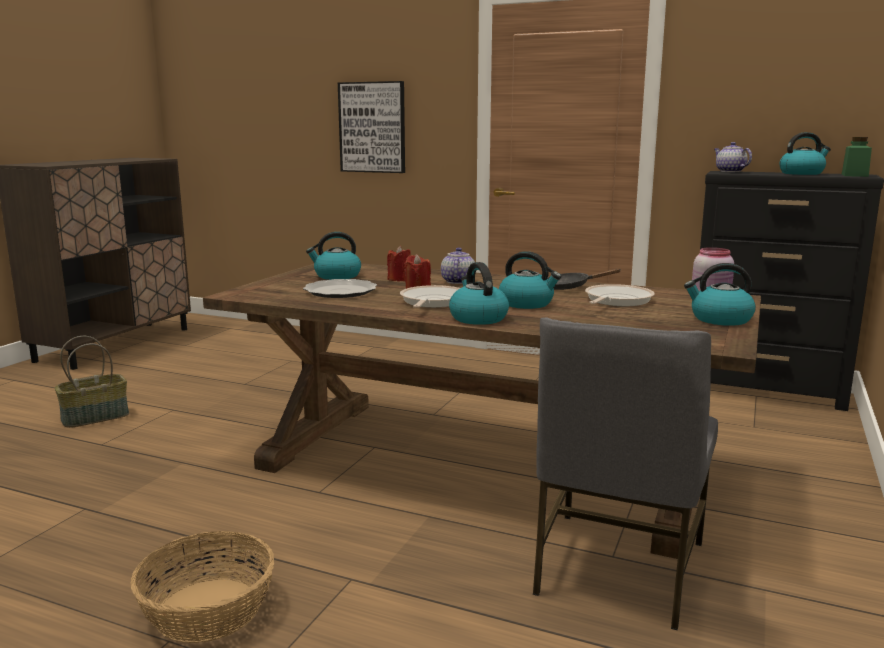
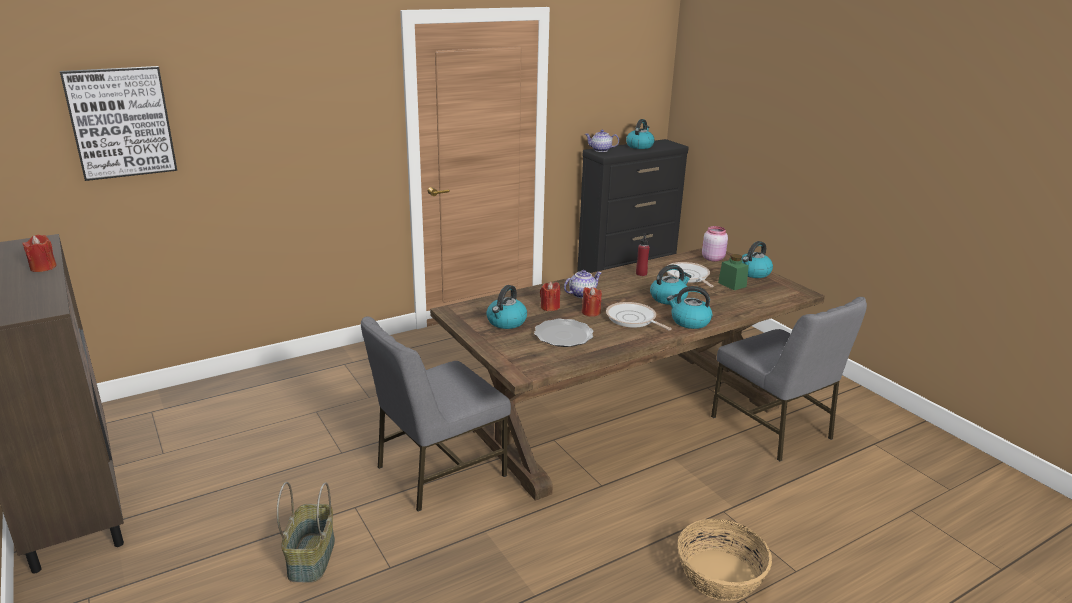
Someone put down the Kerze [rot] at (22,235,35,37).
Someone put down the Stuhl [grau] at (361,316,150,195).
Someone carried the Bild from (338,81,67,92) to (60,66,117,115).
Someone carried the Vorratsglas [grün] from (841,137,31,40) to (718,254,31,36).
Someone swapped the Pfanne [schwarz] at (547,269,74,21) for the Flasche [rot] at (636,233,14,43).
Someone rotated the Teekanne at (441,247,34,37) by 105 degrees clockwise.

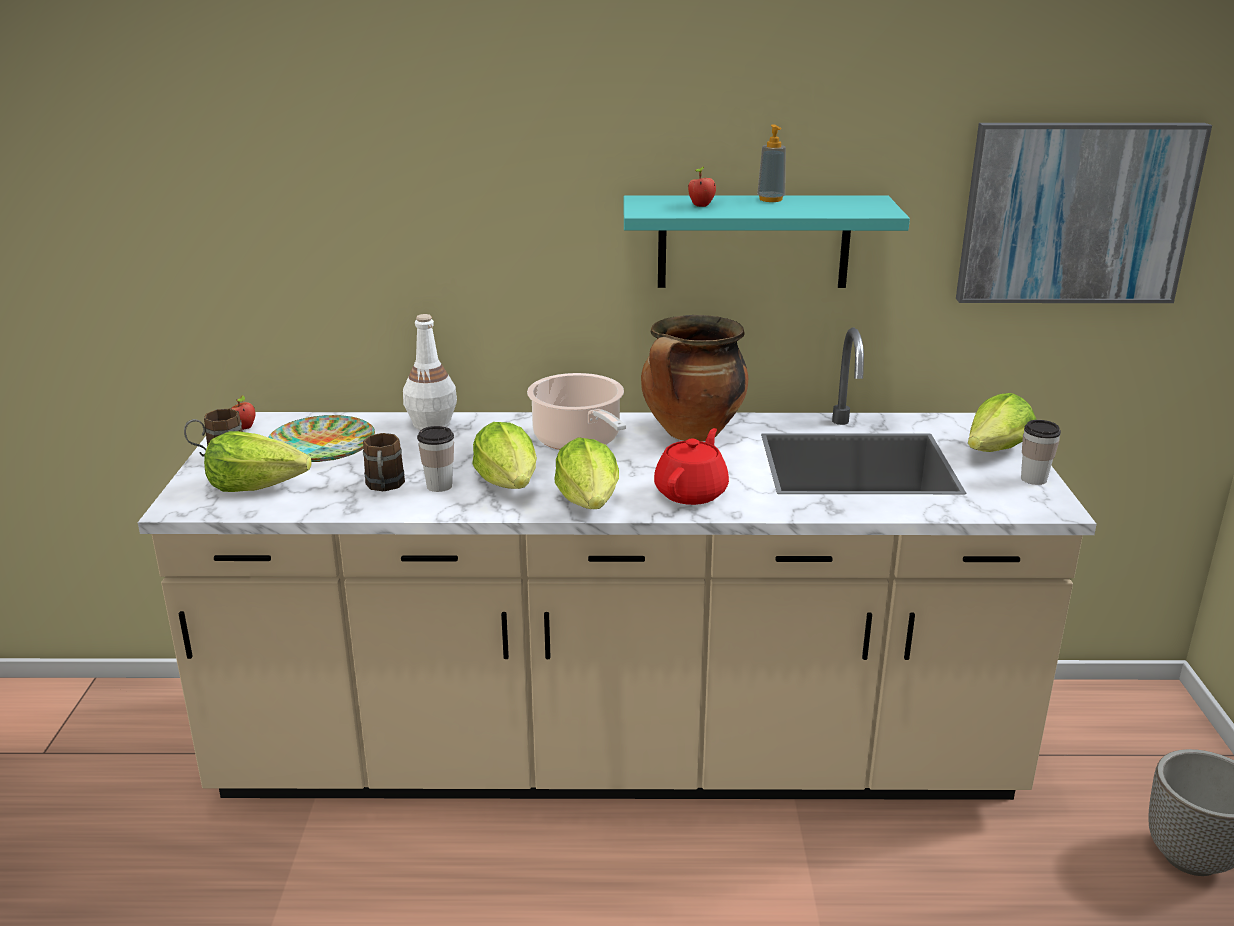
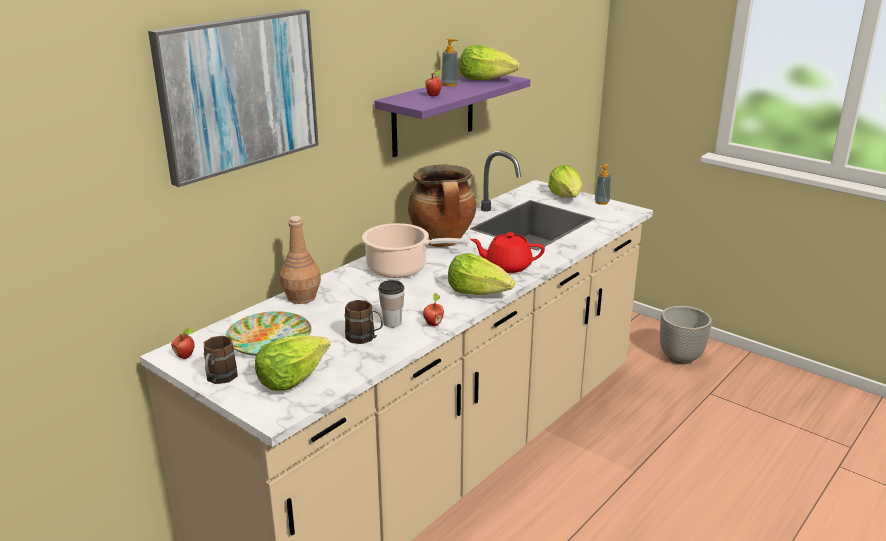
Someone put down the Apfel at (423,293,21,33).
Someone carried the Salatkopf from (472,422,65,67) to (460,45,60,35).
Someone carried the Bild from (956,123,256,180) to (148,9,171,178).
Someone swapped the Tasse at (1021,420,40,65) for the Seifenspender at (595,164,16,41).
Someone repainted the Flasche [weiß] at (403,314,54,116), which became the Flasche [braun] at (279,216,42,88).
Someone repainted the Wandregal [türkis] at (624,195,286,93), which became the Wandregal [lila] at (374,75,156,82).
Someone rotated the Teekanne [rot] at (654,428,75,77) by 60 degrees counterclockwise.

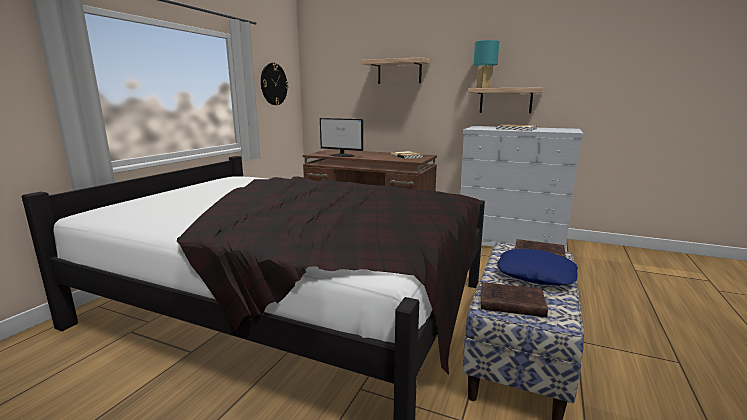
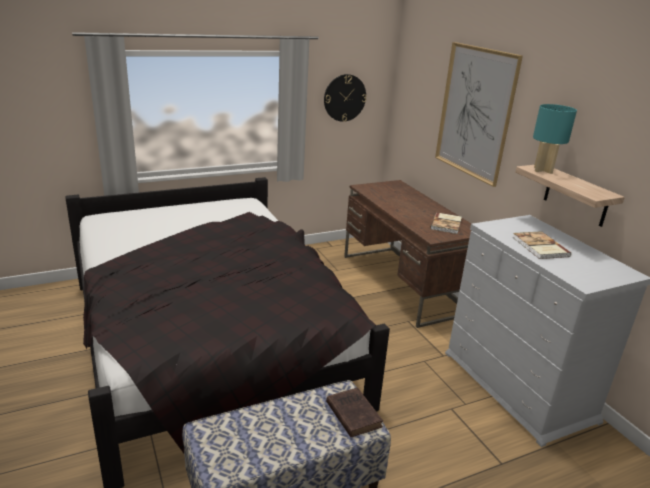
Someone took away the Monitor at (320,118,43,39).
Someone took away the Buch [braun] at (481,282,67,36).
Someone took away the Kissen [blau] at (497,249,81,37).
Someone swapped the Wandregal at (362,57,68,27) for the Bild at (435,42,88,145).

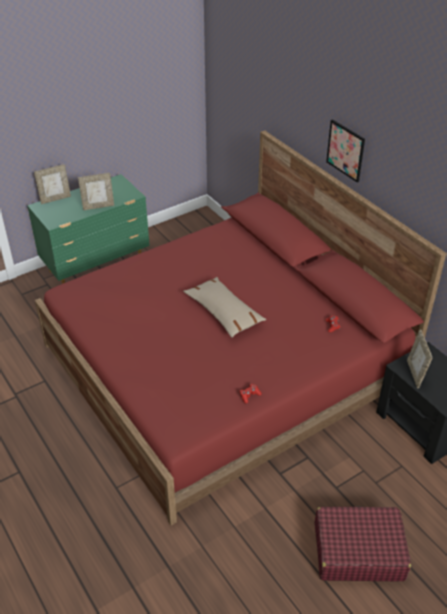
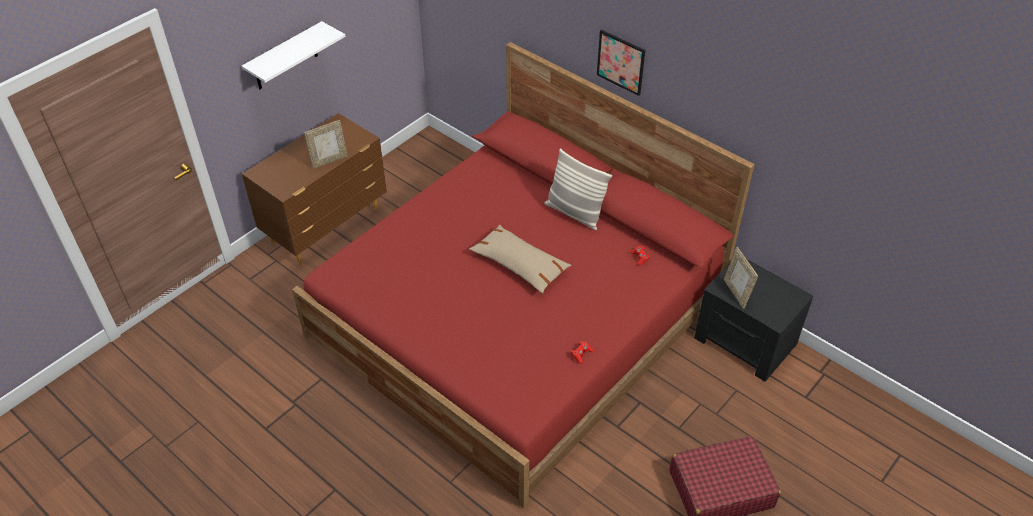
Someone took away the Bilderrahmen at (34,164,37,40).
Someone put up the Wandregal [weiß] at (242,21,103,68).
Someone put down the Kissen at (544,148,68,82).
Someone repainted the Kommode [grün] at (27,174,123,110), which became the Kommode [braun] at (242,113,145,152).

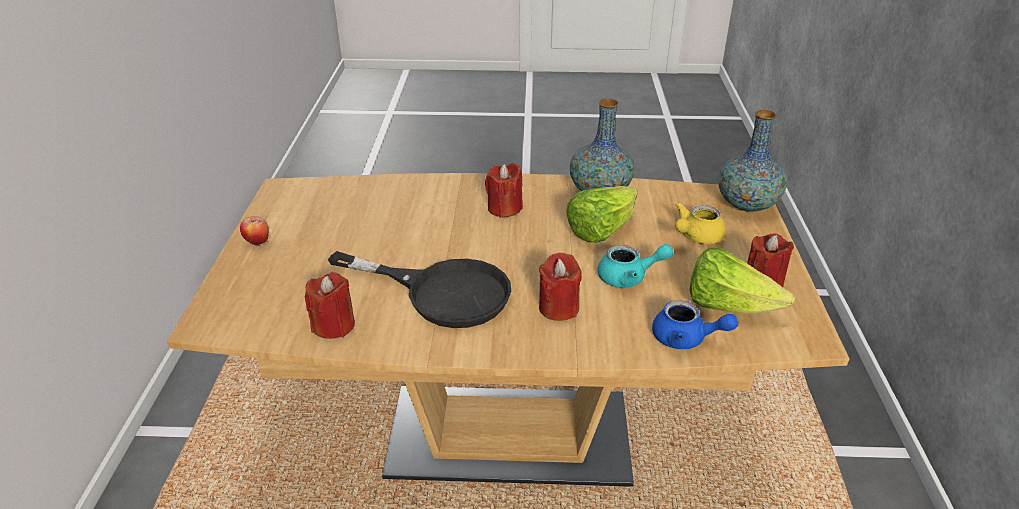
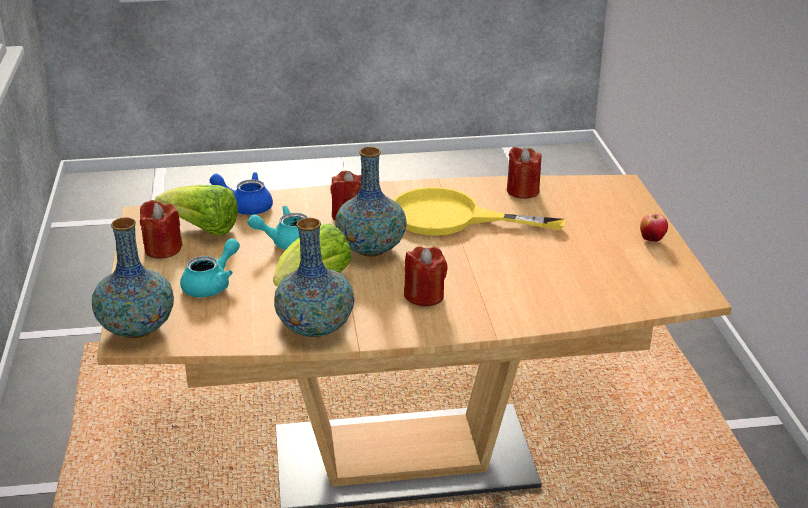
Someone put down the Vase at (335,147,72,110).
Someone repainted the Pfanne [schwarz] at (328,251,184,77), which became the Pfanne [gelb] at (394,187,171,49).
Someone repainted the Teekanne [gelb] at (675,202,51,42), which became the Teekanne [türkis] at (180,238,60,59).

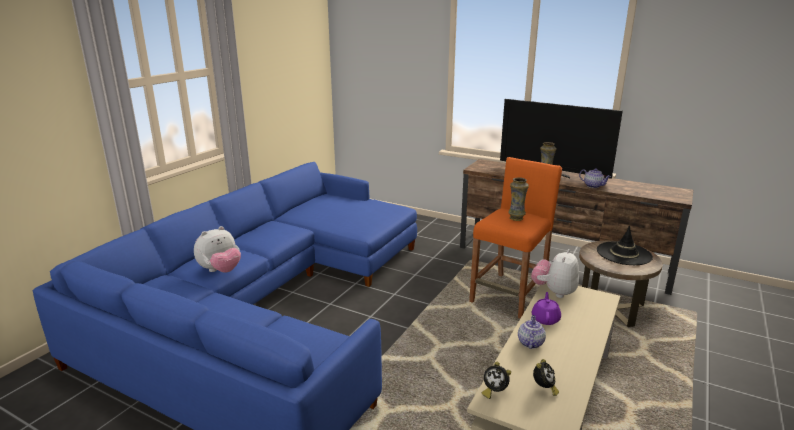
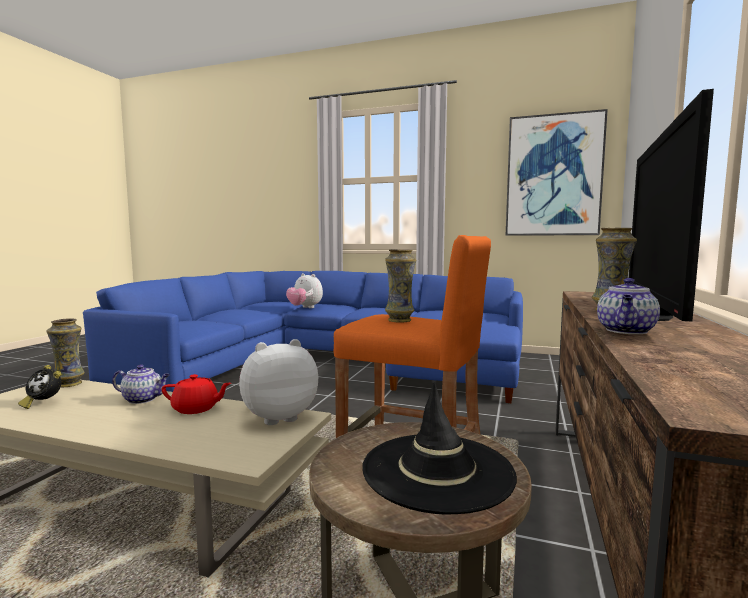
Someone put up the Bild at (506,109,102,127).
Someone swapped the Wecker at (481,362,30,37) for the Vase at (47,318,38,69).
Someone repainted the Teekanne [lila] at (532,292,29,33), which became the Teekanne [rot] at (162,374,69,40).
Someone rotated the Plüschtier at (531,249,48,49) by 45 degrees counterclockwise.

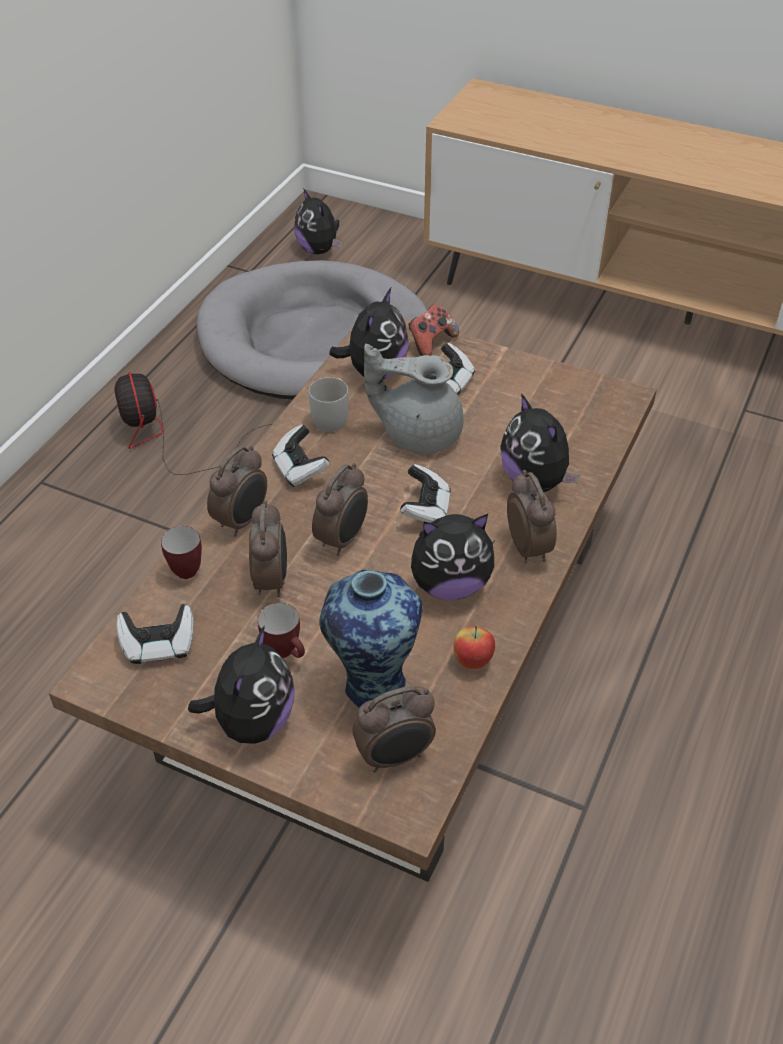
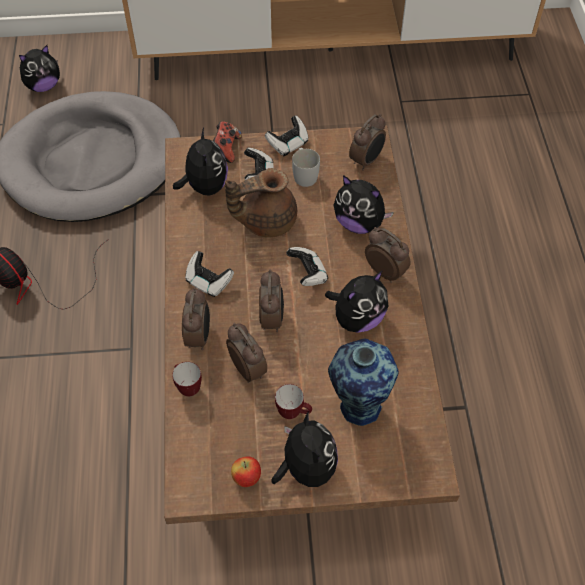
Someone carried the Gamepad from (116,604,78,60) to (265,116,44,40).
Someone carried the Henkelbecher [weiß] from (309,377,40,55) to (292,148,28,39).
Someone carried the Wecker from (352,686,84,86) to (349,114,37,57).
Someone carried the Apfel from (453,626,42,43) to (231,457,30,30).
Someone repainted the Teekanne [grau] at (364,344,100,110), which became the Teekanne [braun] at (225,168,72,69).
Someone rotated the Plüschtier at (294,188,48,66) by 60 degrees counterclockwise.

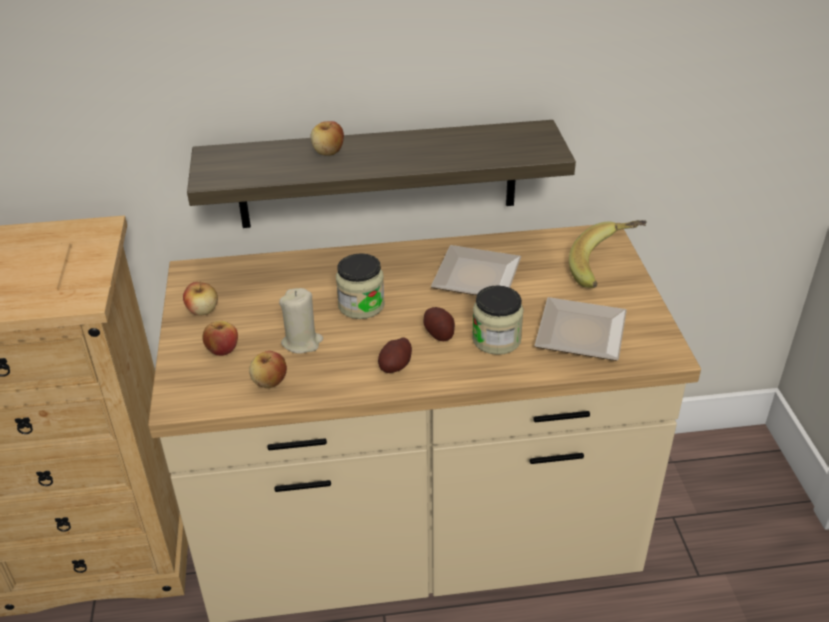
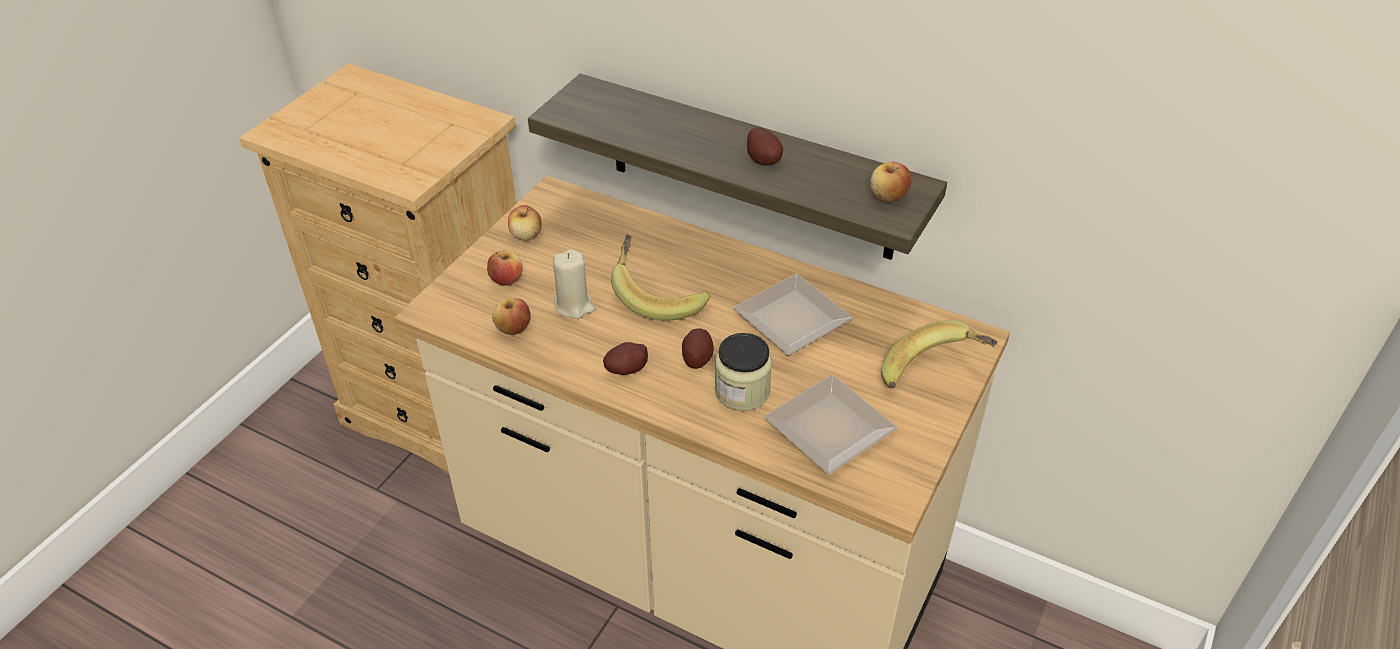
Someone put down the Kartoffel at (747,127,36,38).
Someone carried the Apfel from (310,121,34,35) to (870,162,42,40).
Someone swapped the Vorratsglas at (336,253,49,66) for the Banane at (611,234,99,87).

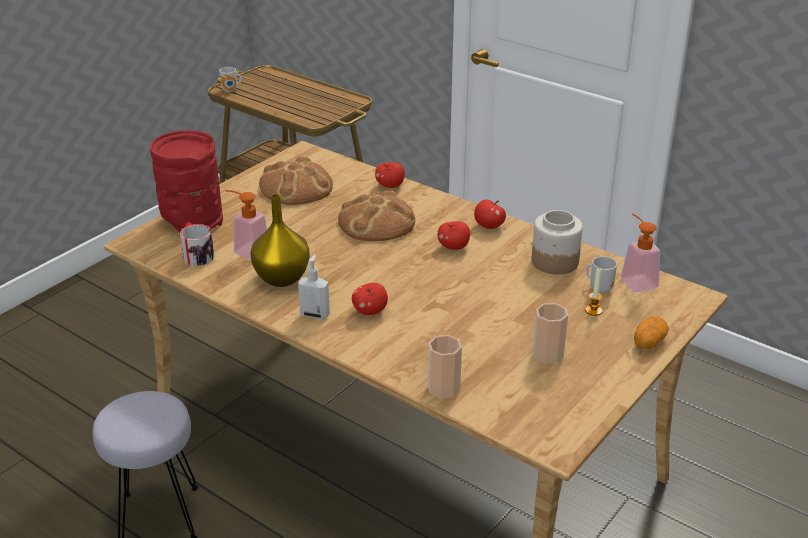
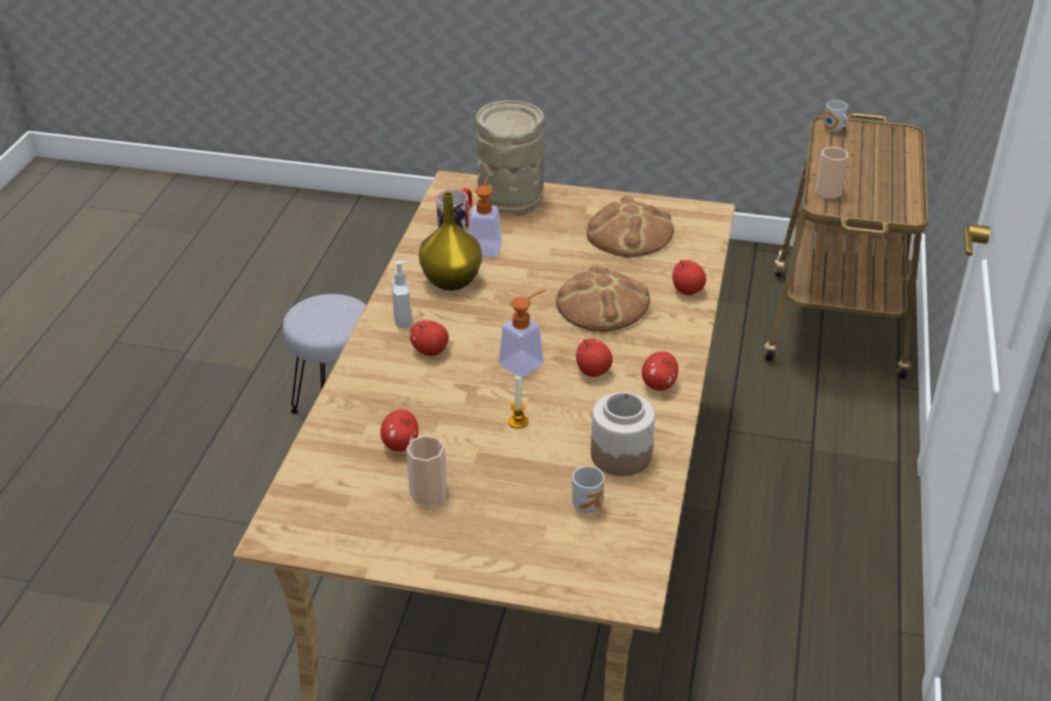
Someone took away the Kartoffel at (634,316,35,33).
Someone put down the Apfel at (380,410,39,42).
Someone carried the Tasse from (428,335,34,63) to (816,147,32,52).
Someone carried the Kerze from (585,269,18,47) to (508,375,20,54).
Someone carried the Seifenspender from (621,213,39,79) to (499,290,46,87).
Someone repainted the Vase [rot] at (150,130,73,102), which became the Vase [beige] at (476,100,68,116).

